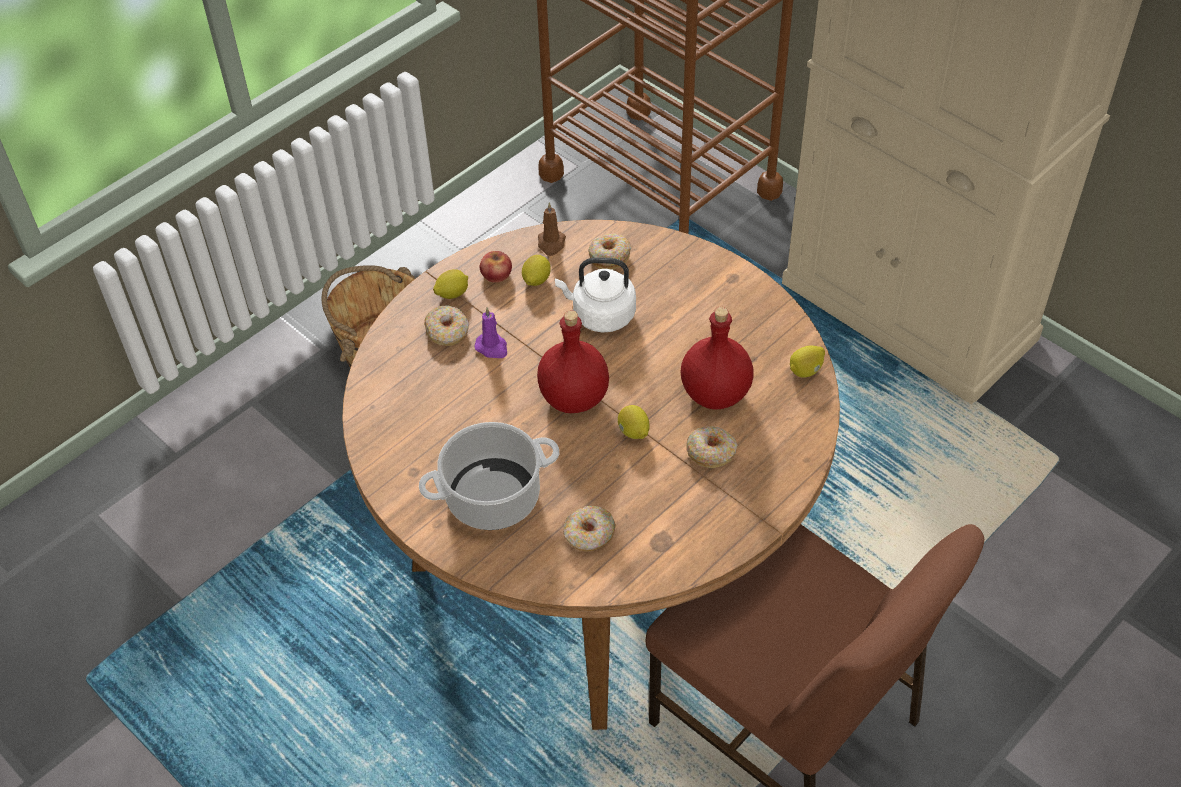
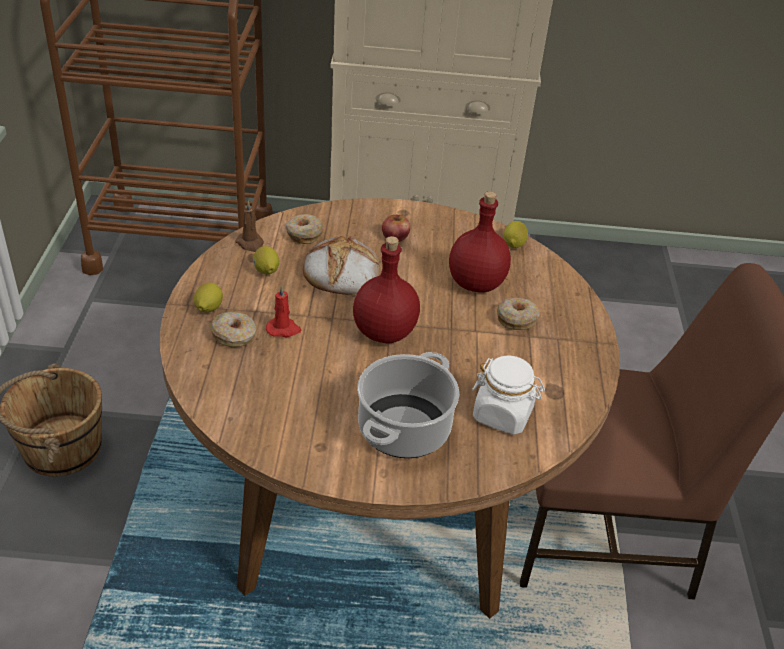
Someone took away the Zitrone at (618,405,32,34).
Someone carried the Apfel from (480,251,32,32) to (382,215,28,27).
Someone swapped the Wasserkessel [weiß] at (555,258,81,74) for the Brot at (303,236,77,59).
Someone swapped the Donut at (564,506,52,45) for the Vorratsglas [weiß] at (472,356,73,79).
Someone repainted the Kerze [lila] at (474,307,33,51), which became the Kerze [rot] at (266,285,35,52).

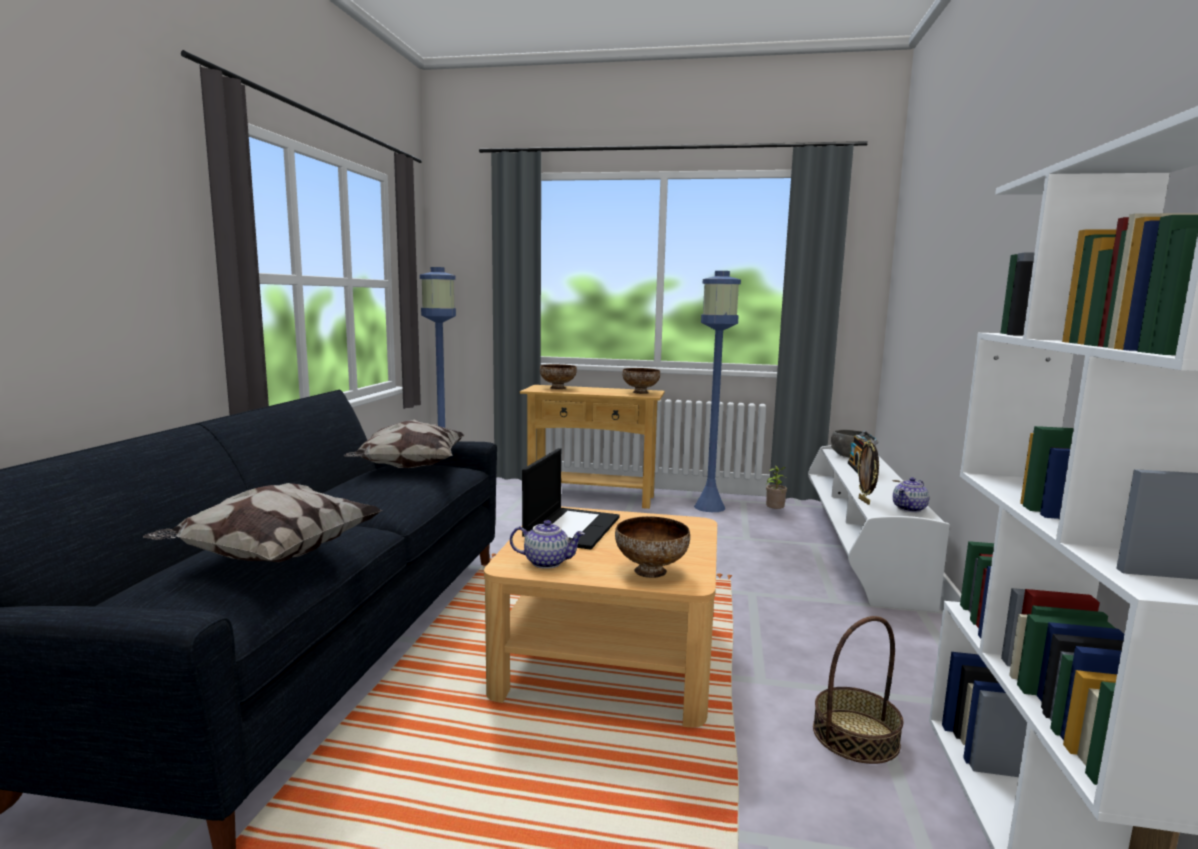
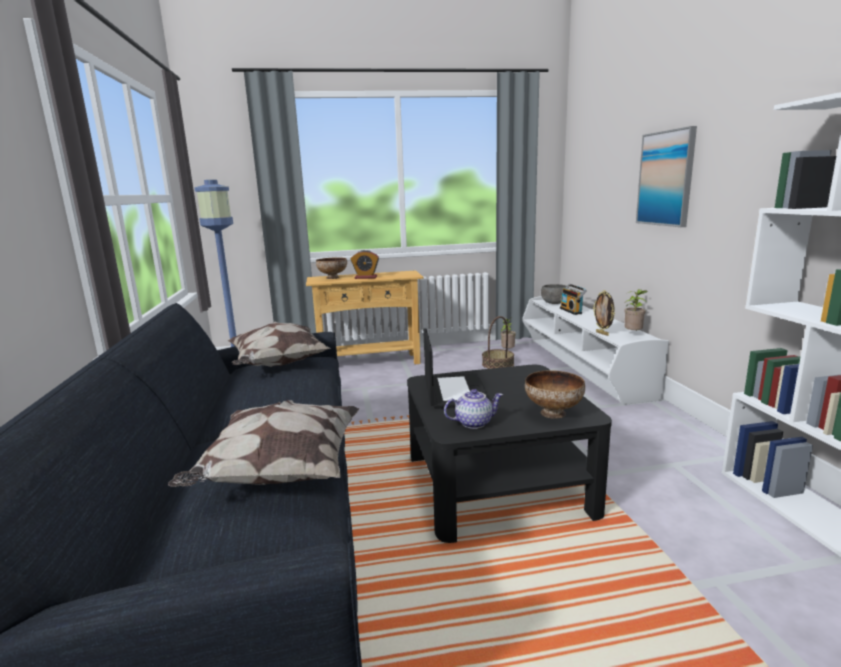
Someone took away the Schüssel at (622,368,38,26).
Someone took away the Stehlampe [blau] at (694,271,47,241).
Someone put down the Wecker at (351,250,28,29).
Someone put up the Bild at (636,126,61,101).
Someone carried the Korb from (813,616,91,148) to (482,316,32,53).
Someone swapped the Teekanne at (893,477,36,35) for the Topfpflanze at (624,289,24,42).
Someone repainted the Couchtisch [beige] at (484,507,233,221), which became the Couchtisch [schwarz] at (407,365,205,178).

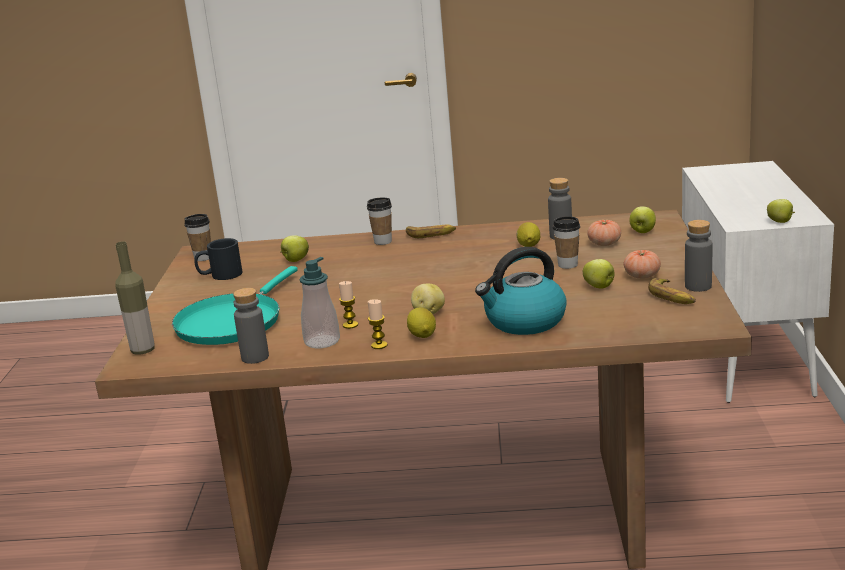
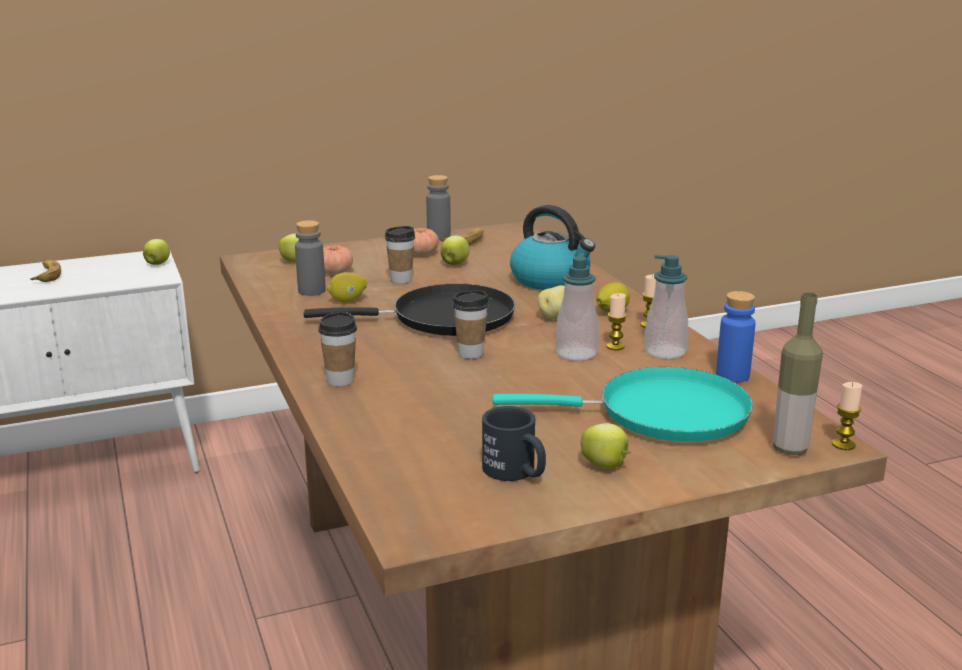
Someone put down the Pfanne [schwarz] at (304,284,212,52).
Someone put down the Seifenspender at (555,253,43,108).
Someone put down the Kerze at (832,382,30,68).
Someone carried the Tasse from (184,214,27,47) to (452,291,37,68).
Someone carried the Apfel from (280,235,29,27) to (581,423,50,46).
Someone carried the Banane from (406,225,50,13) to (30,260,31,22).
Someone repainted the Flasche [grau] at (233,288,36,76), which became the Flasche [blau] at (716,291,40,92).

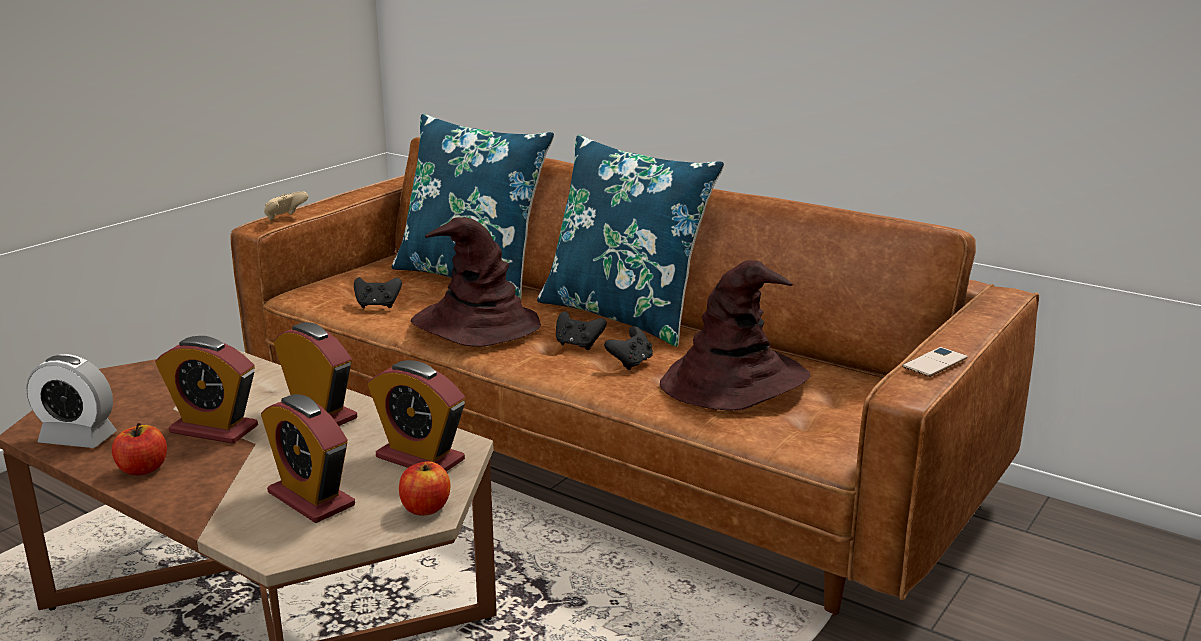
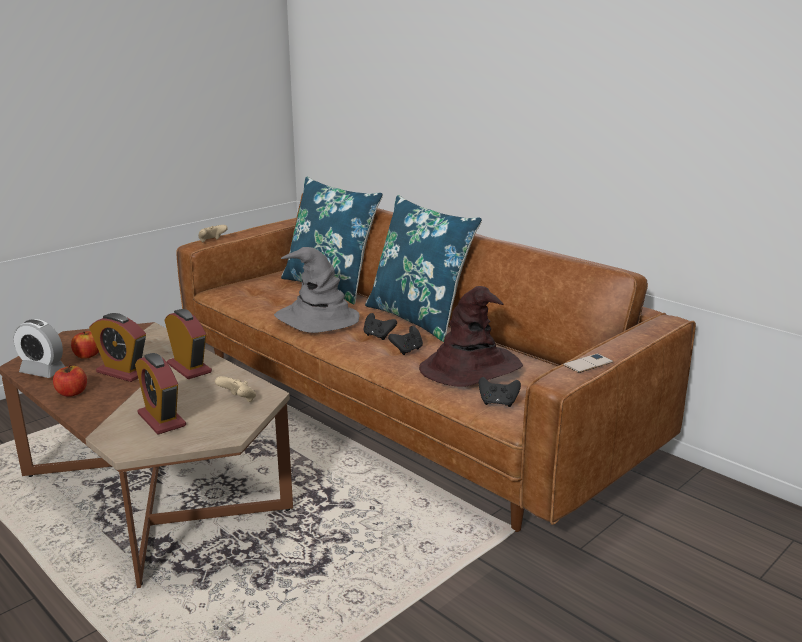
Someone carried the Gamepad [schwarz] from (354,277,48,31) to (479,377,42,30).
Someone carried the Apfel from (399,461,52,55) to (71,331,28,28).
Someone swapped the Wecker at (368,360,97,112) for the Gamepad [beige] at (215,376,41,26).
Someone repainted the Hut [braun] at (411,217,130,130), which became the Hut [grau] at (274,247,85,86).

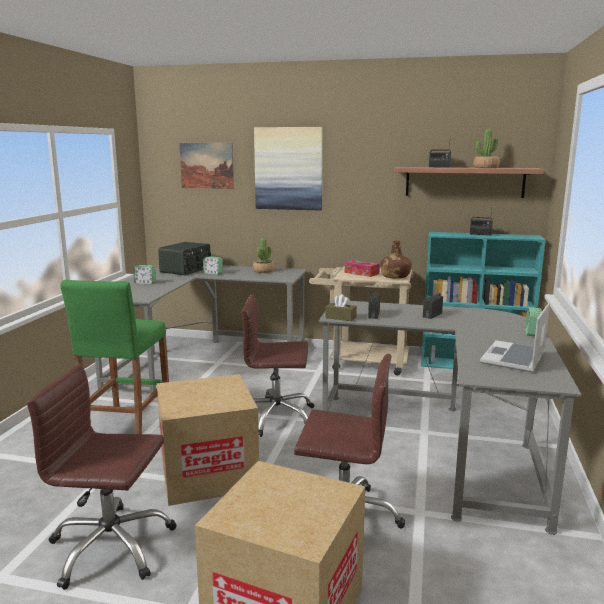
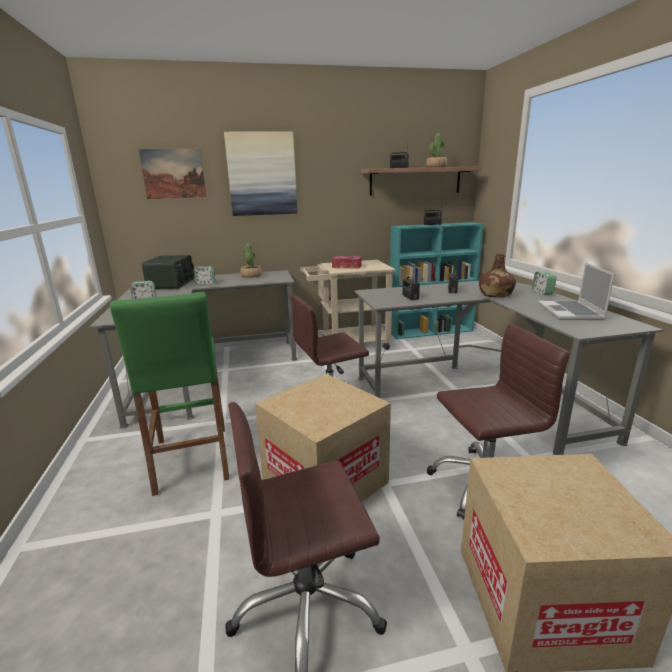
Someone took away the Taschentuchbox [braun] at (325,294,32,27).
Someone carried the Flasche [braun] from (380,240,32,38) to (479,254,37,43).

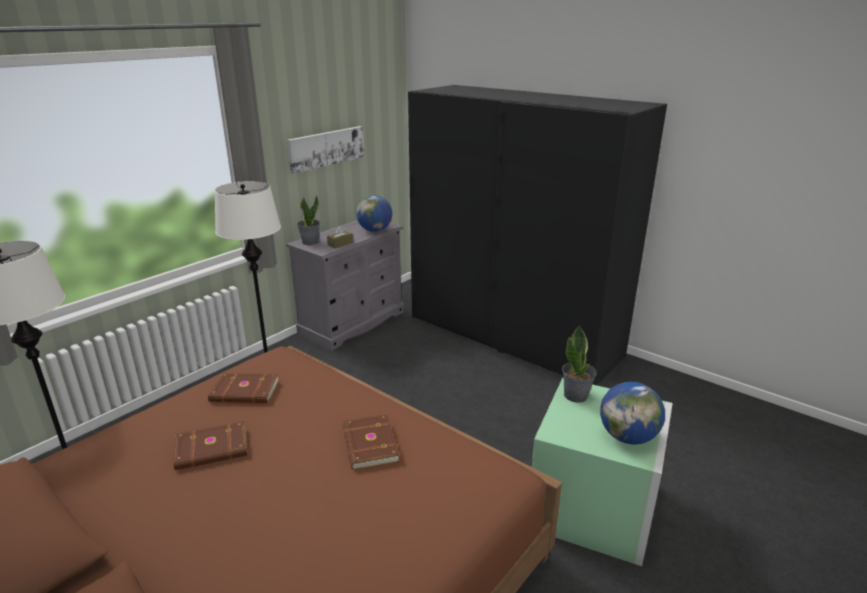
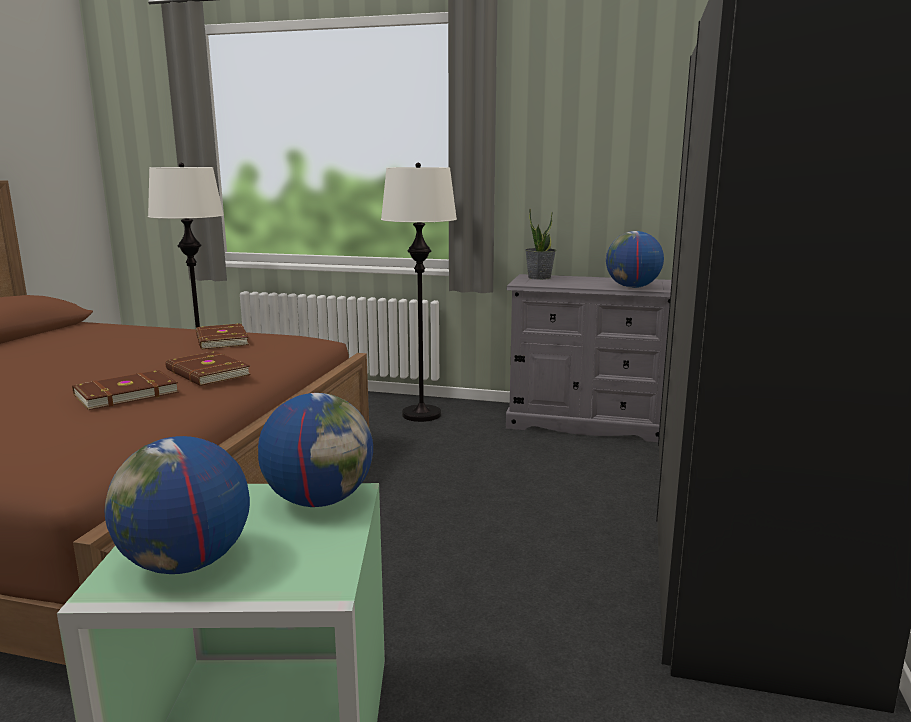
Someone took away the Bild at (287,126,77,48).
Someone took away the Taschentuchbox [braun] at (327,225,26,23).
Someone carried the Buch [braun] from (173,421,75,49) to (165,351,86,35).
Someone swapped the Topfpflanze at (562,326,34,77) for the Globus at (258,393,115,114).

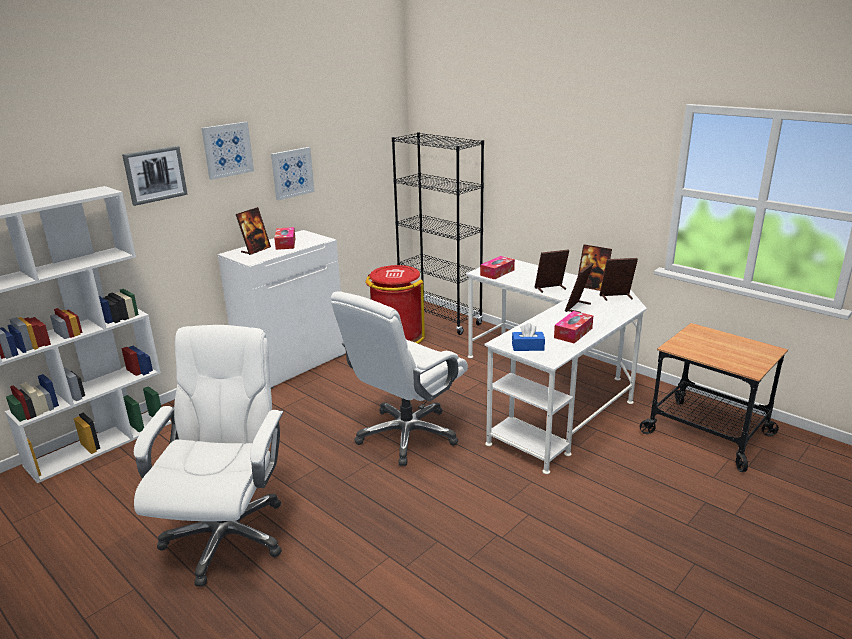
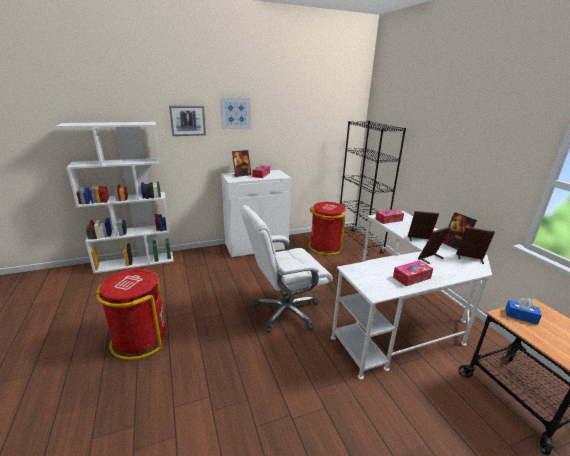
Someone took away the Bild at (271,147,43,53).
Someone carried the Taschentuchbox [blau] from (512,323,33,28) to (505,297,37,28).
Someone swapped the Bürostuhl [weiß] at (134,325,150,262) for the Mülleimer [rot] at (95,268,71,92).

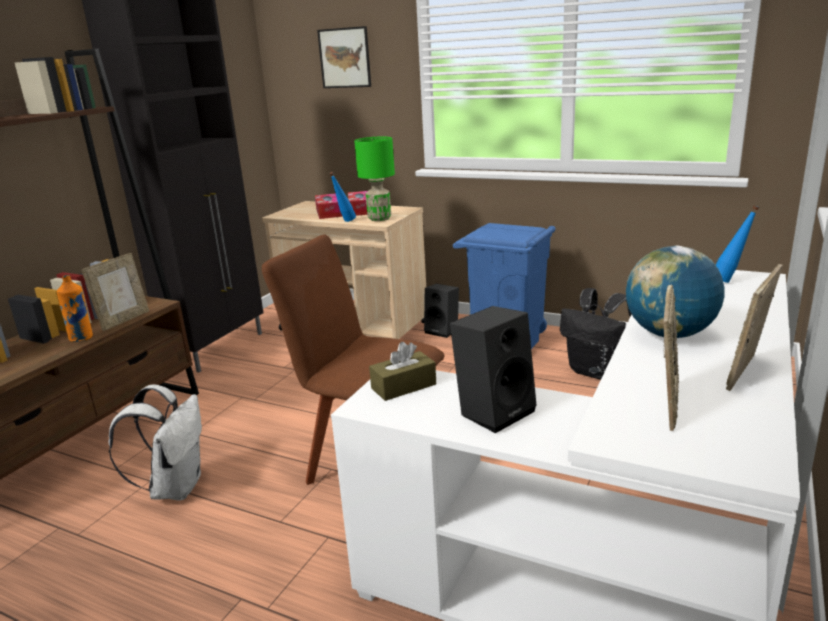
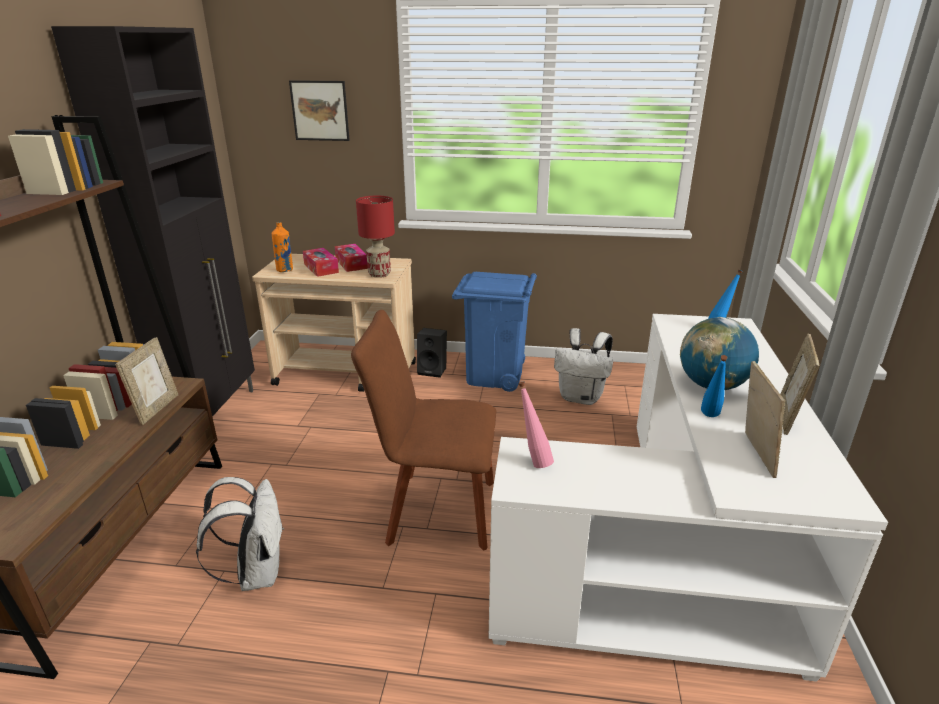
Someone took away the Lautsprecher [schwarz] at (450,306,87,127).
Someone carried the Flasche [orange] from (57,275,36,67) to (272,222,21,50).
Someone carried the Flasche [blau] from (329,172,27,50) to (701,355,27,62).
Someone swapped the Taschentuchbox [braun] at (369,342,67,59) for the Flasche [rosa] at (518,382,36,86).
Someone repainted the Tischlampe [grün] at (354,137,41,84), which became the Tischlampe [rot] at (356,196,39,82).
Someone repainted the Rucksack [schwarz] at (560,288,72,91), which became the Rucksack [weiß] at (554,328,59,77).

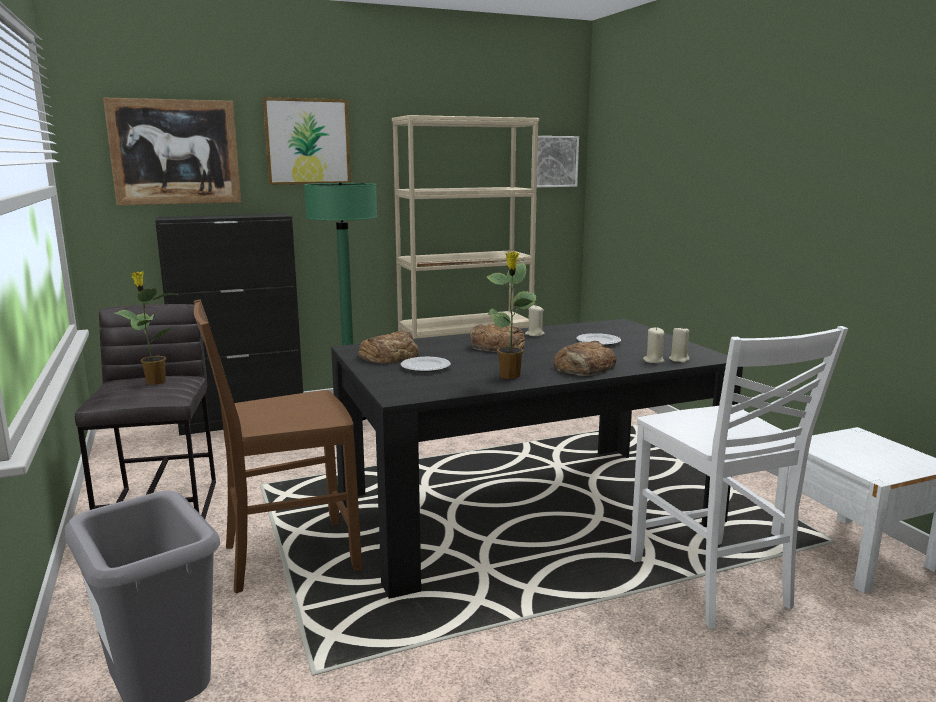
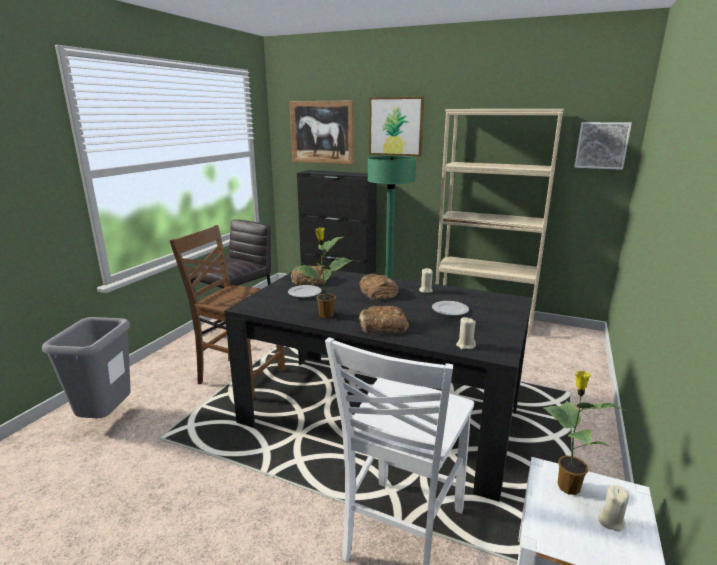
Someone carried the Topfpflanze from (114,271,62,114) to (543,371,83,124).
Someone carried the Kerze [beige] from (643,327,22,36) to (598,485,31,46).

